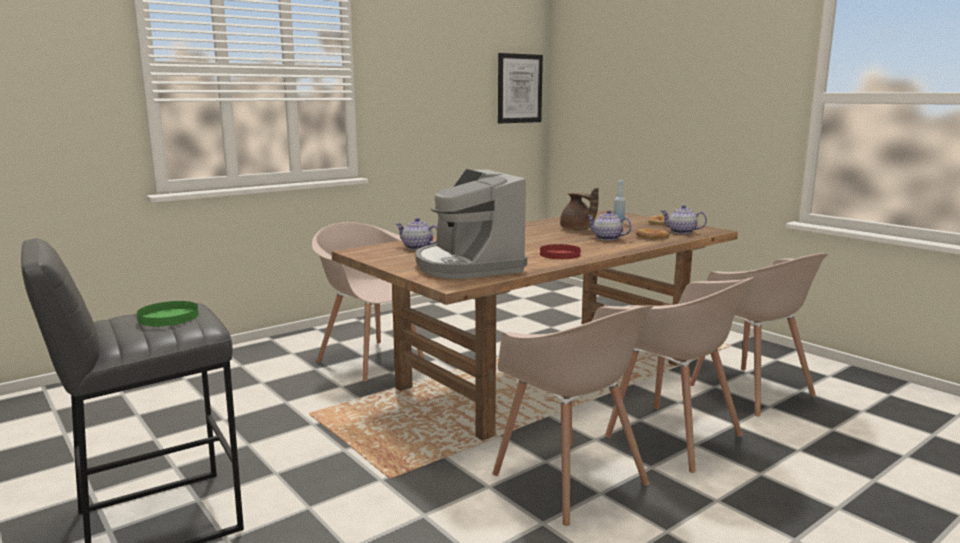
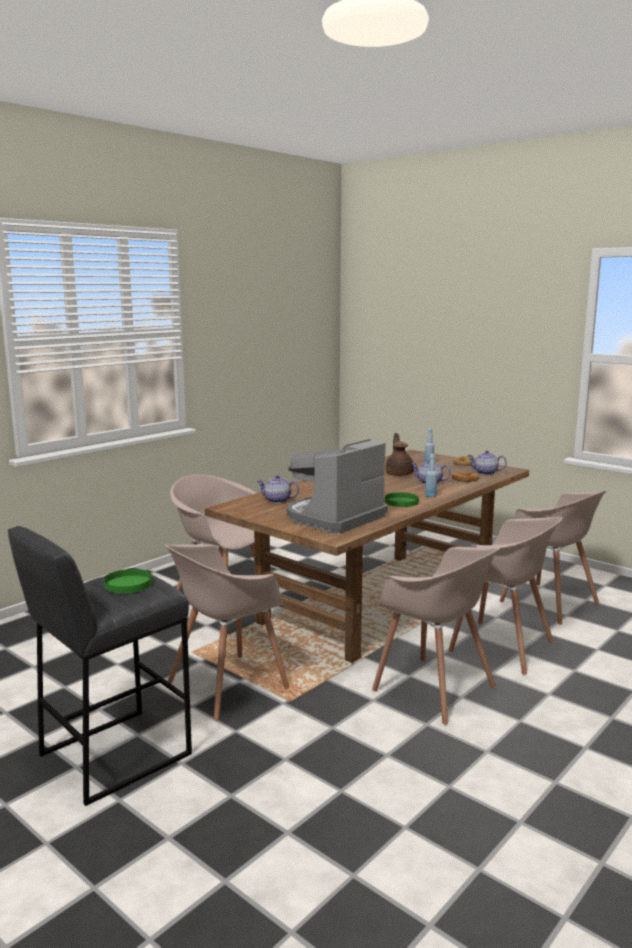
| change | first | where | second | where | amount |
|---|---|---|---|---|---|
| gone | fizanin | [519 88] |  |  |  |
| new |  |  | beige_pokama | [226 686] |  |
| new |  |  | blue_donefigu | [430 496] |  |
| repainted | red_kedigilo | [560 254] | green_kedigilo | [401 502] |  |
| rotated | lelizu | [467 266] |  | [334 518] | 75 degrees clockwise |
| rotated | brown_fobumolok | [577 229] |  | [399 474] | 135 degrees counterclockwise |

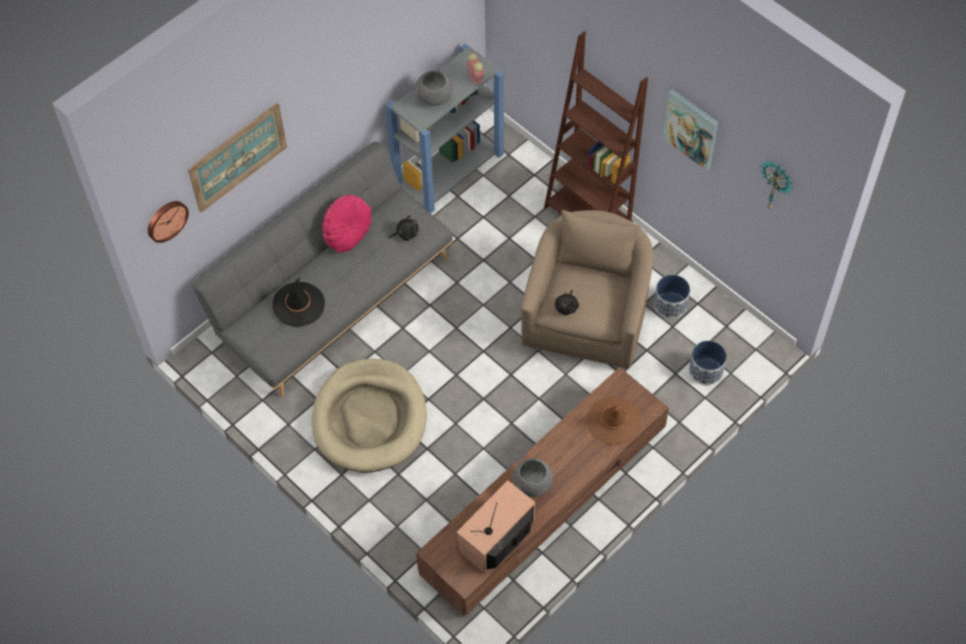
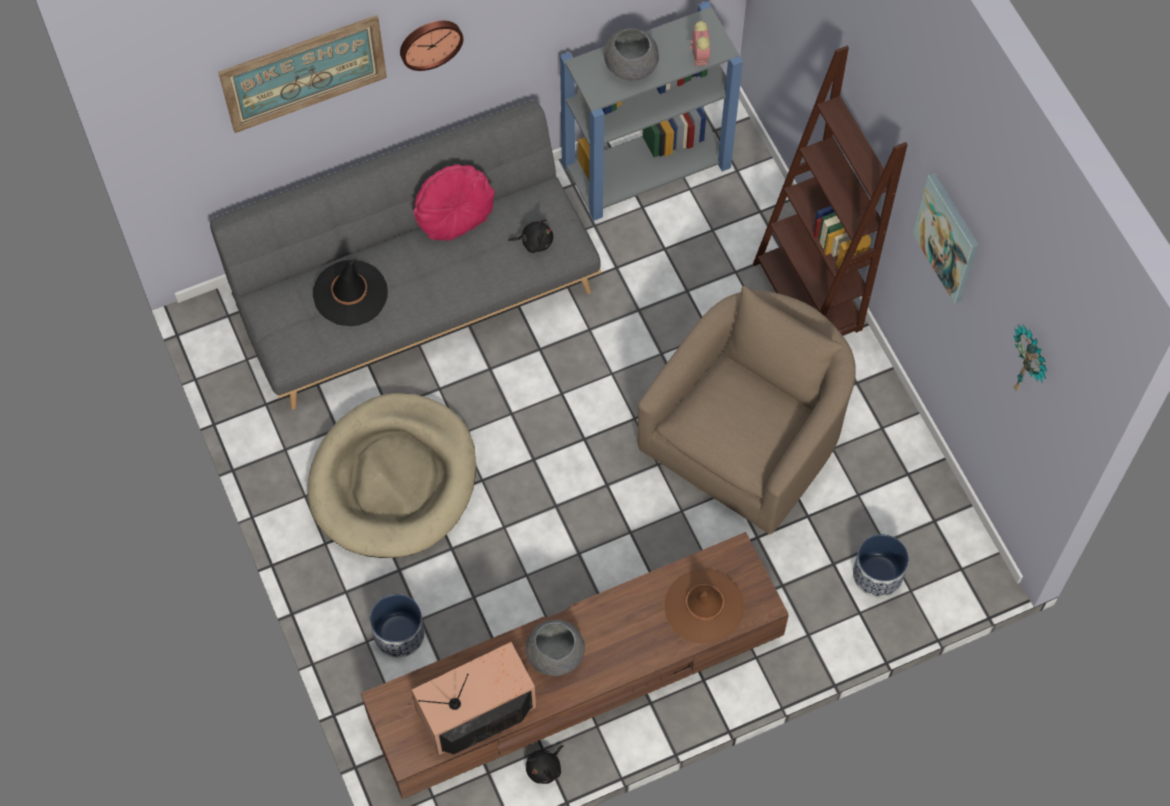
| change | first | where | second | where | amount |
|---|---|---|---|---|---|
| shifted | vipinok | [166 220] |  | [430 42] |  |
| shifted | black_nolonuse | [567 307] |  | [545 768] |  |
| shifted | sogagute | [670 304] |  | [399 634] |  |

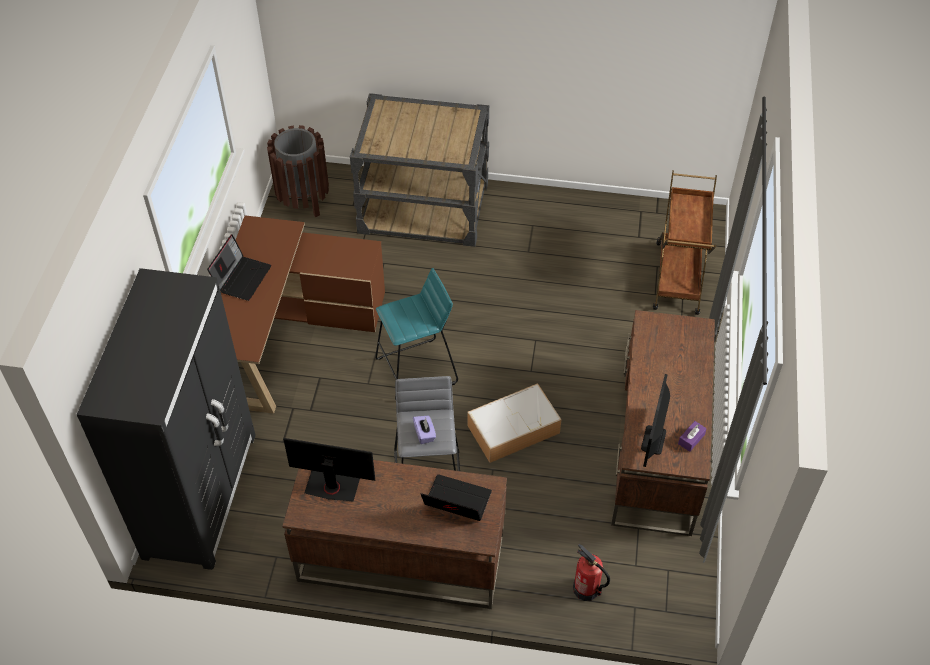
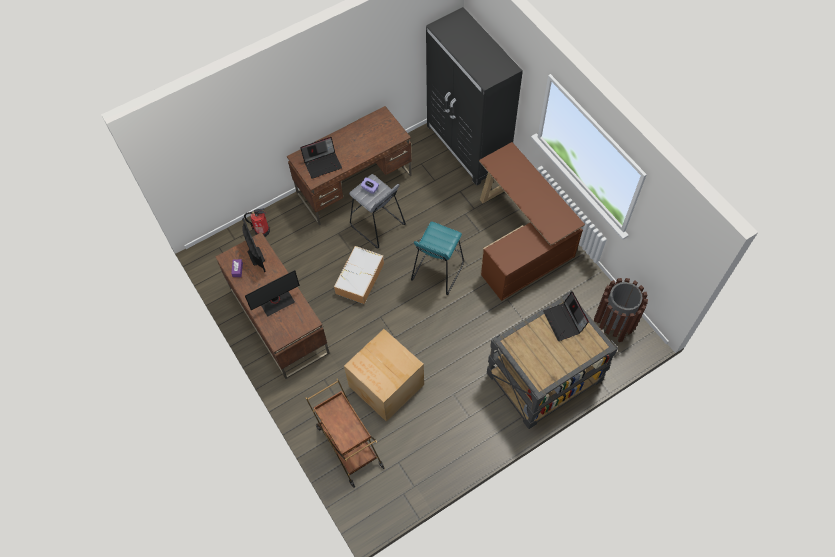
| change | first | where | second | where | amount |
|---|---|---|---|---|---|
| new |  |  | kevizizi | [386 386] |  |
| shifted | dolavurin | [242 277] |  | [564 322] |  |
| shifted | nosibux | [333 484] |  | [276 301] |  |

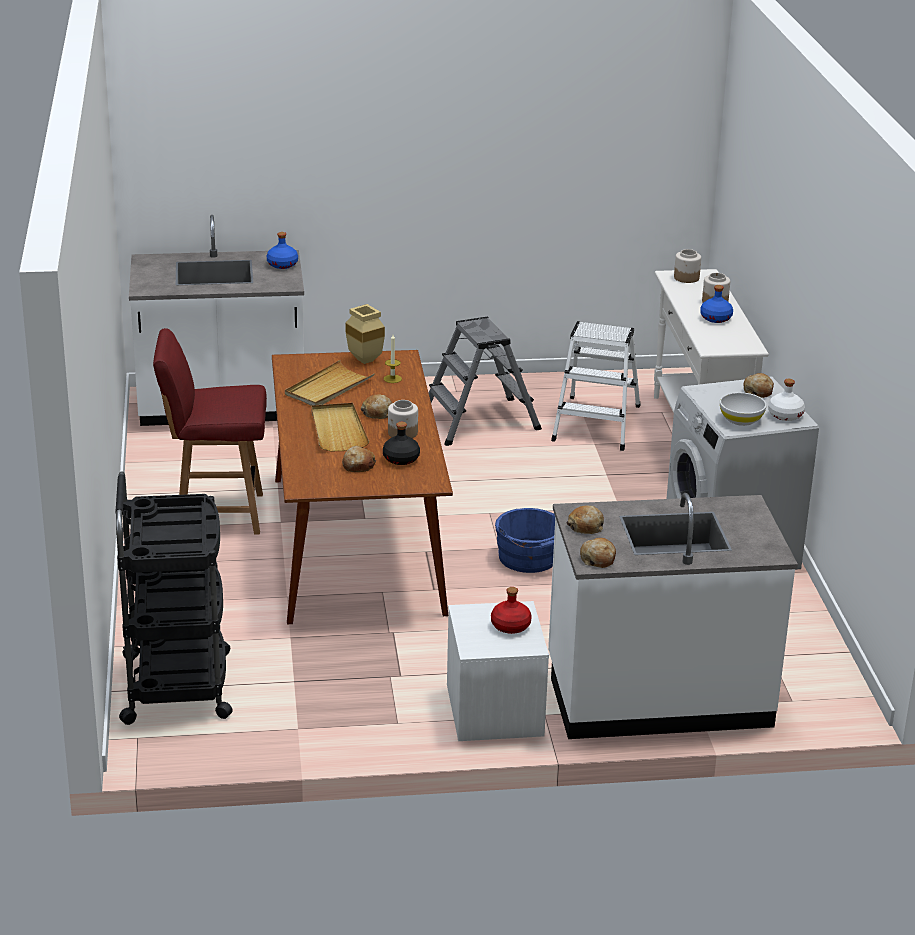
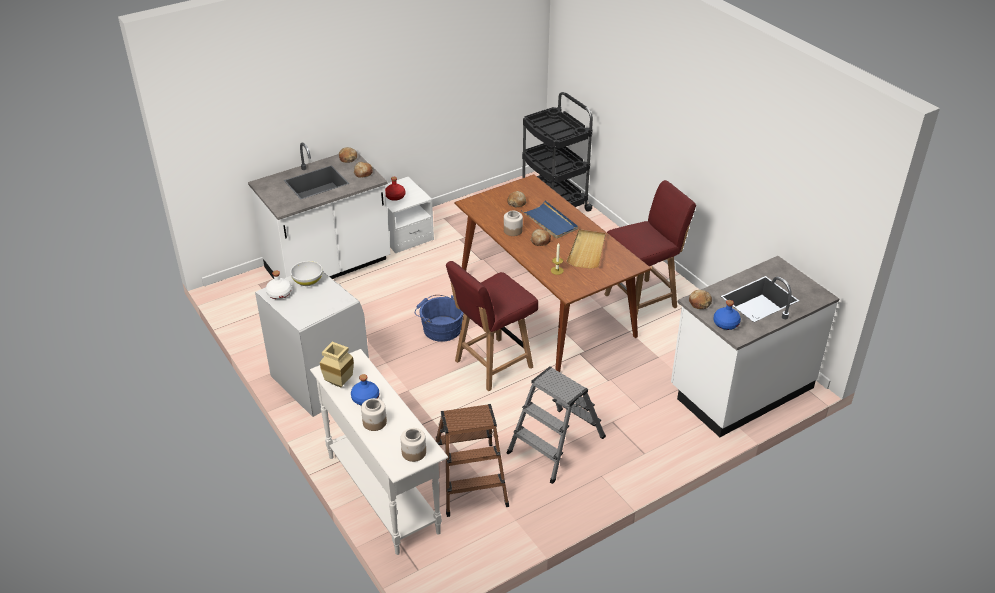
| change | first | where | second | where | amount |
|---|---|---|---|---|---|
| gone | black_donefigu | [400 459] |  |  |  |
| new |  |  | red_pokama | [492 365] |  |
| shifted | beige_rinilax | [367 361] |  | [337 383] |  |
| shifted | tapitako | [758 391] |  | [699 303] |  |
| repainted | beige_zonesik | [338 430] | blue_zonesik | [550 222] |  |
| repainted | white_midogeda | [596 422] | brown_midogeda | [469 478] |  |

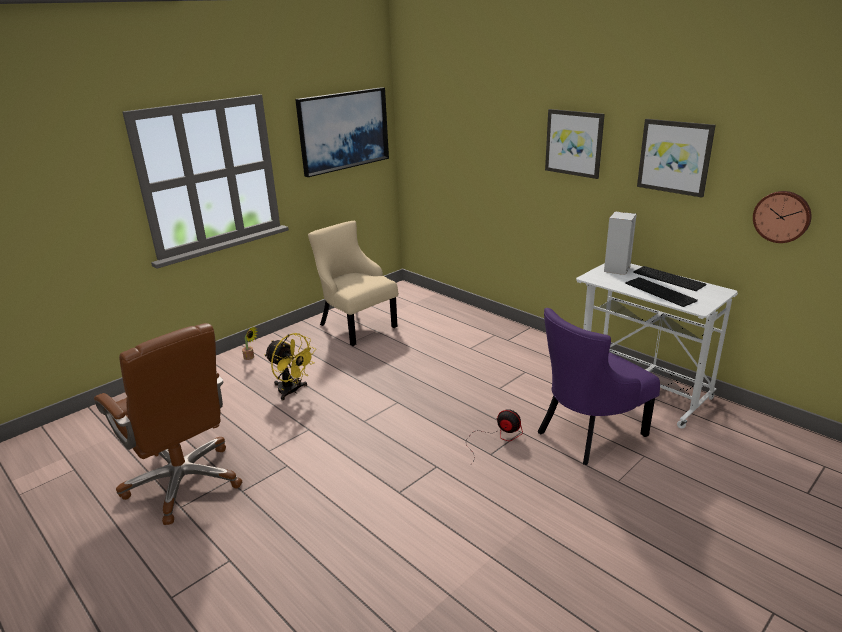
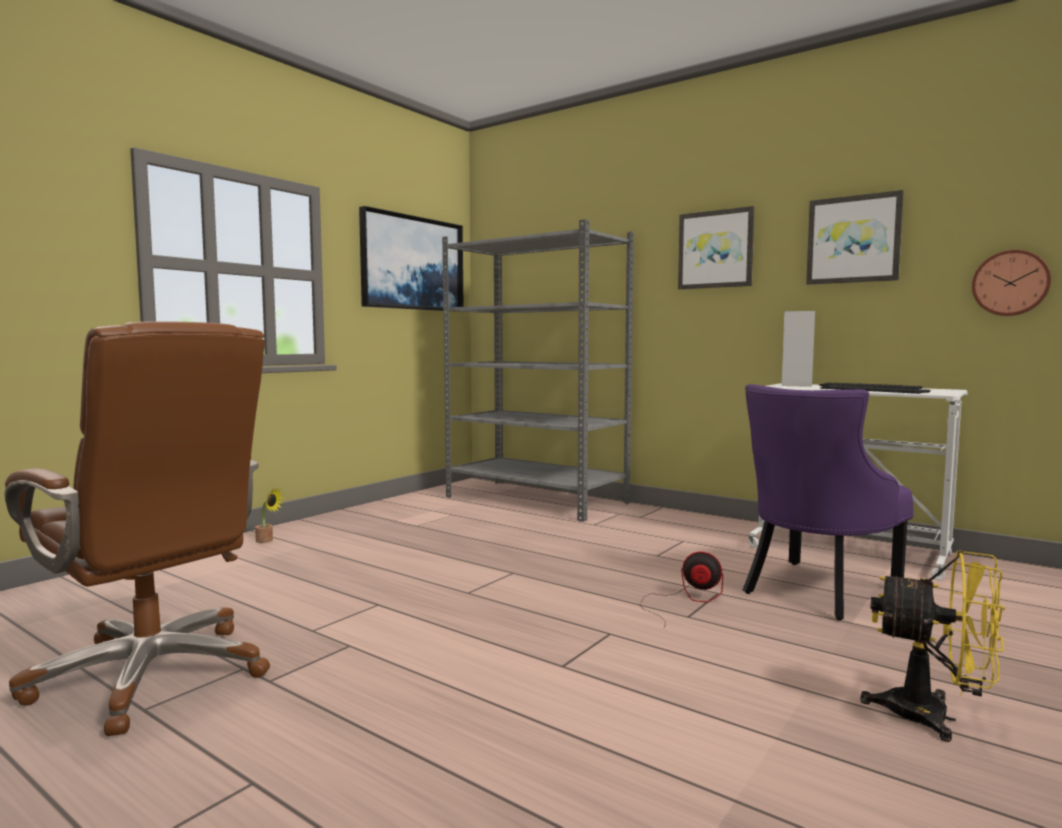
| change | first | where | second | where | amount |
|---|---|---|---|---|---|
| gone | beige_pokama | [357 327] |  |  |  |
| new |  |  | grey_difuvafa | [536 500] |  |
| shifted | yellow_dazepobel | [292 391] |  | [935 717] |  |

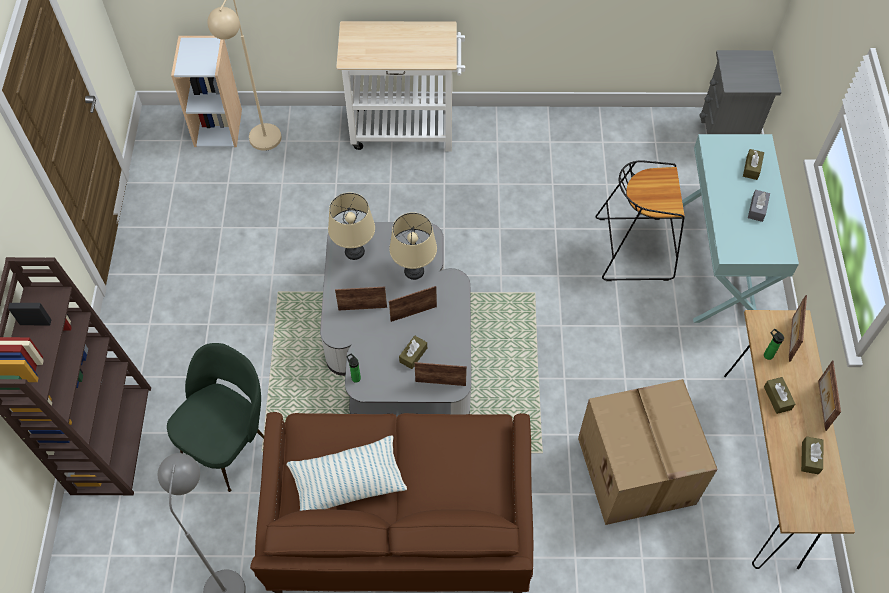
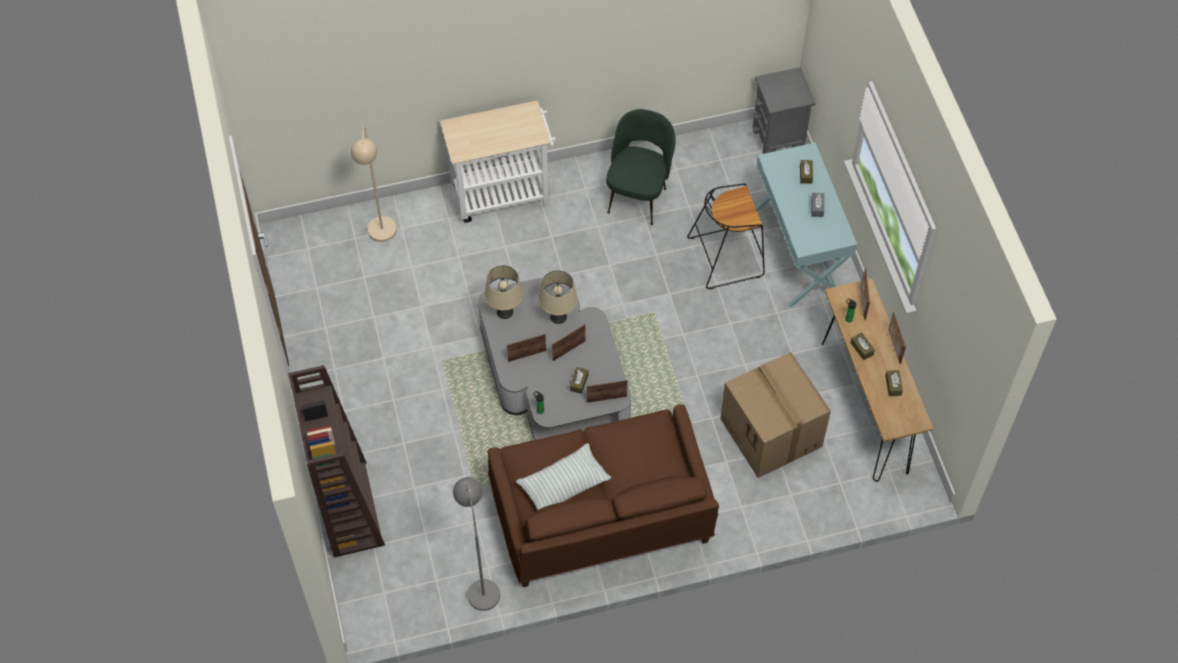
| change | first | where | second | where | amount |
|---|---|---|---|---|---|
| gone | difuvafa | [218 127] |  |  |  |
| shifted | green_pokama | [231 445] |  | [639 196] |  |

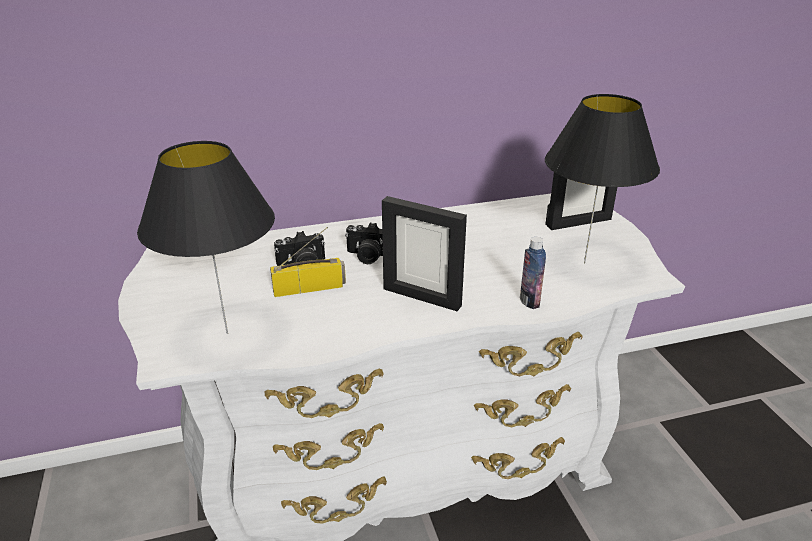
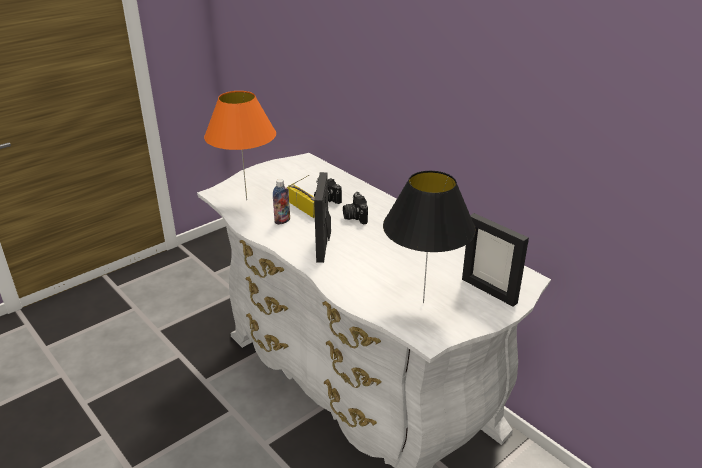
| change | first | where | second | where | amount |
|---|---|---|---|---|---|
| shifted | donefigu | [529 301] |  | [282 221] |  |
| repainted | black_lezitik | [227 333] | orange_lezitik | [247 200] |  |

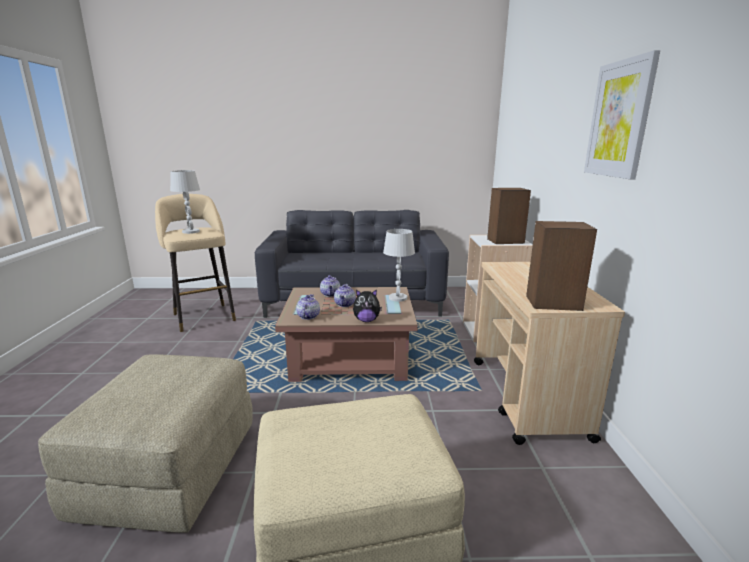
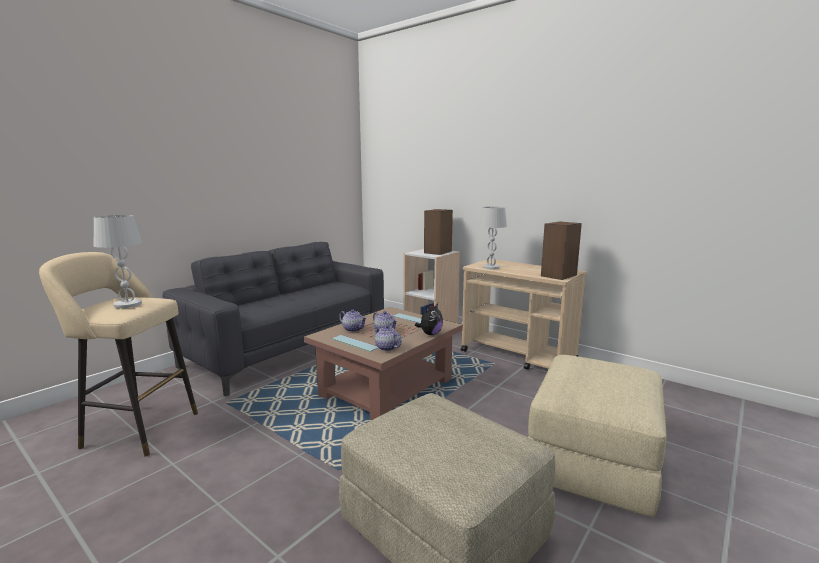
| change | first | where | second | where | amount |
|---|---|---|---|---|---|
| gone | fizanin | [619 119] |  |  |  |
| shifted | white_lezitik | [397 298] |  | [490 267] |  |

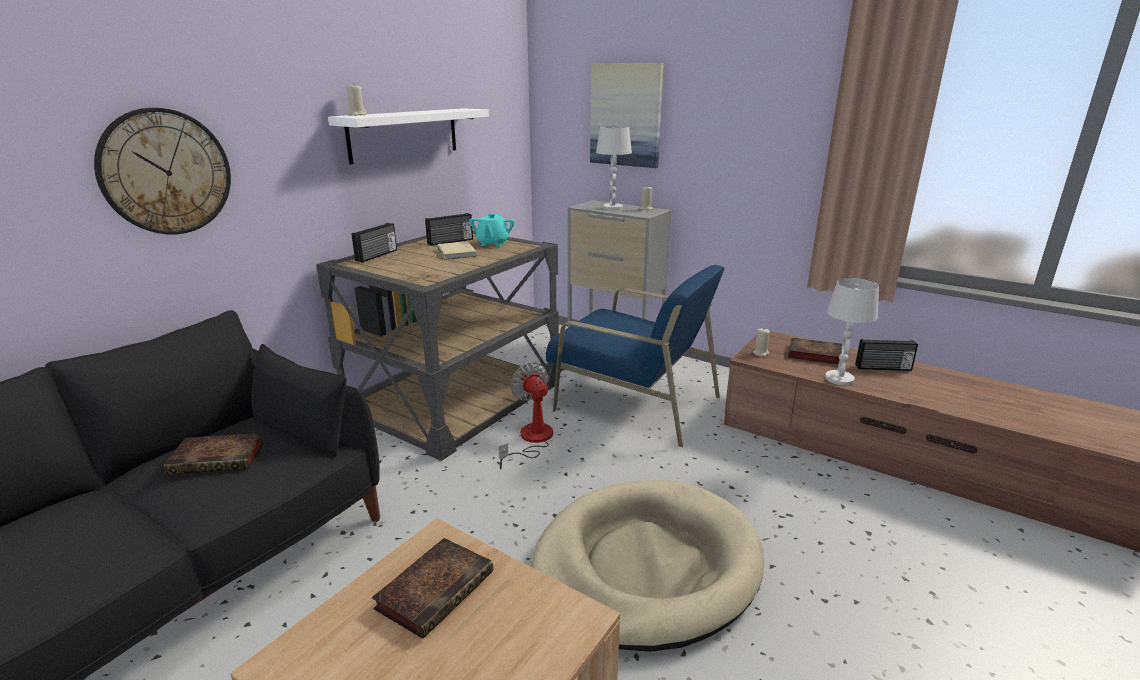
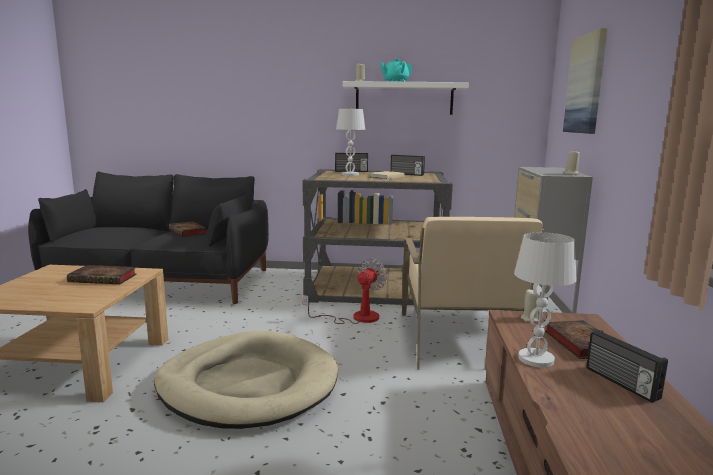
| change | first | where | second | where | amount |
|---|---|---|---|---|---|
| gone | vipinok | [166 172] |  |  |  |
| shifted | turquoise_fobumolok | [492 243] |  | [395 82] |  |
| shifted | white_lezitik | [612 208] |  | [350 174] |  |
| repainted | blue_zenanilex | [630 401] | beige_zenanilex | [459 336] |  |

